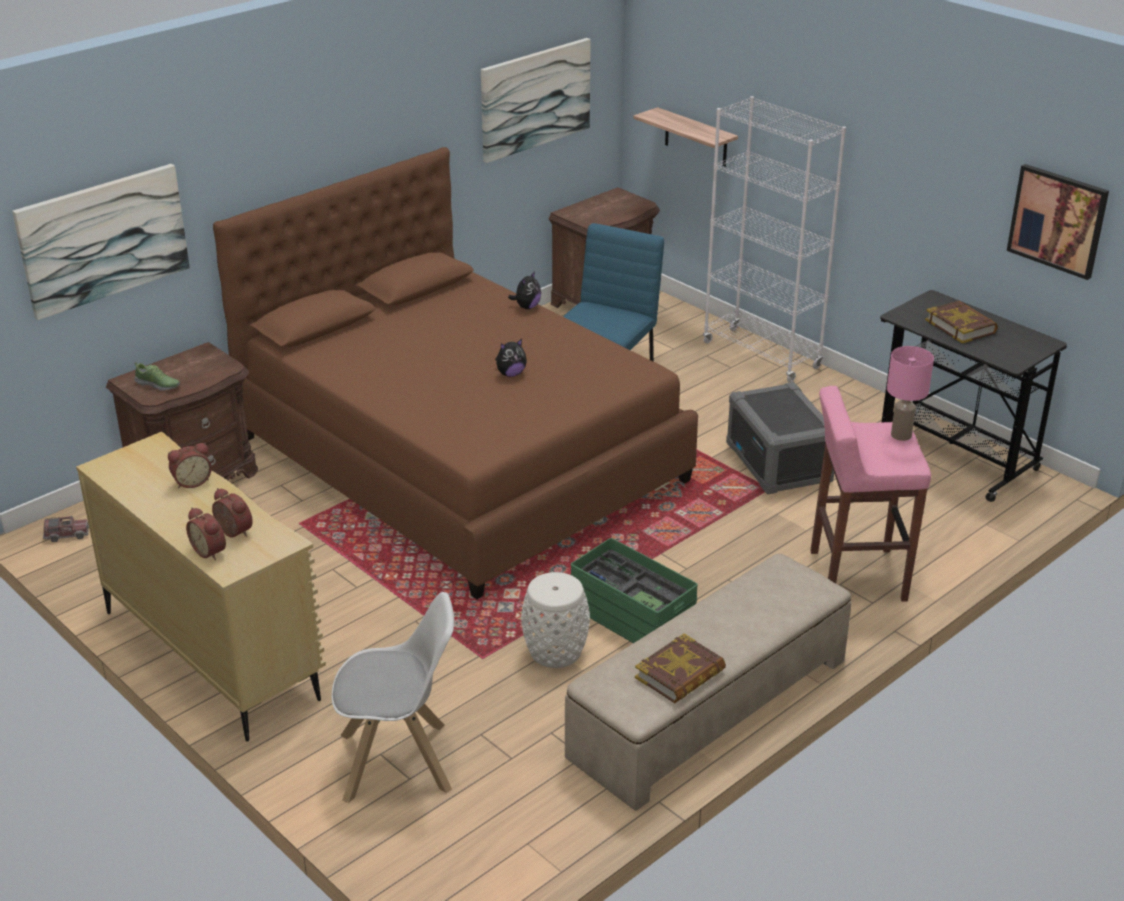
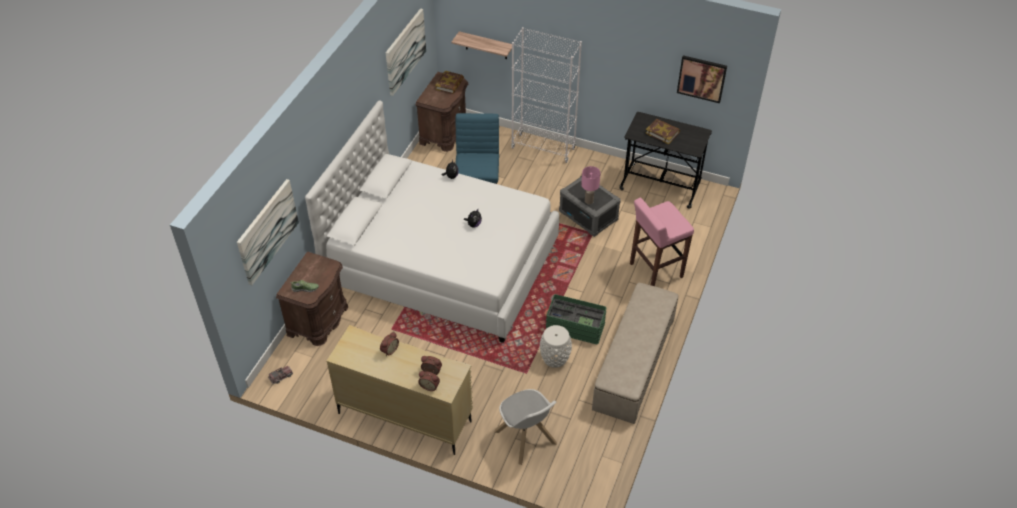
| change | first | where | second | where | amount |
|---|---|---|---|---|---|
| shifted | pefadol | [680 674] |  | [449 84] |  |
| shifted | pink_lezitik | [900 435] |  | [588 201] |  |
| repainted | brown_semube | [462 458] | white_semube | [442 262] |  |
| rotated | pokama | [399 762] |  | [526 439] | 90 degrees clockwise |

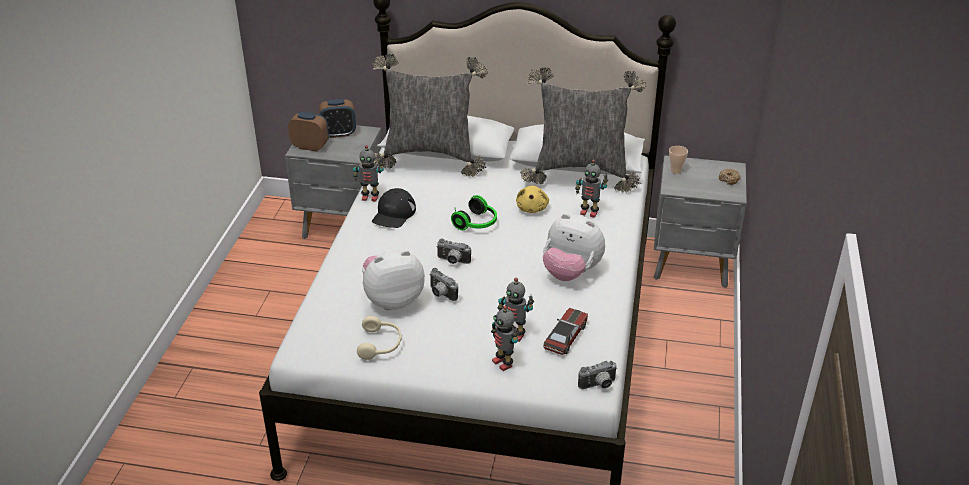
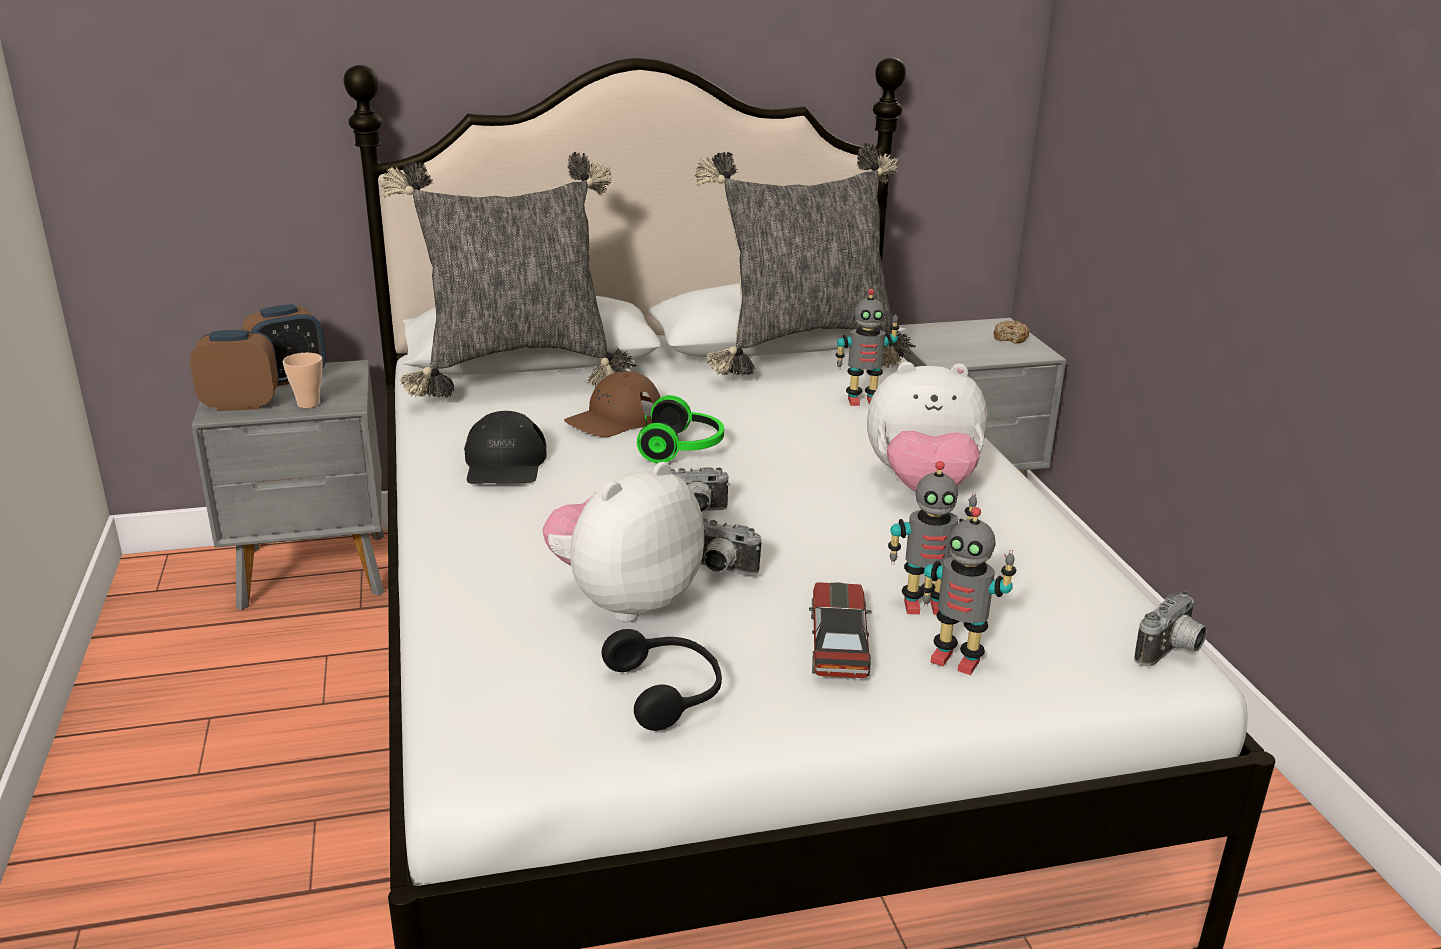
| change | first | where | second | where | amount |
|---|---|---|---|---|---|
| gone | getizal | [370 197] |  |  |  |
| gone | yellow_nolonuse | [532 208] |  |  |  |
| new |  |  | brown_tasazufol | [614 418] |  |
| shifted | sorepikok | [565 336] |  | [838 643] |  |
| shifted | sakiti | [676 171] |  | [308 404] |  |
| repainted | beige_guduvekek | [381 344] | black_guduvekek | [667 691] |  |

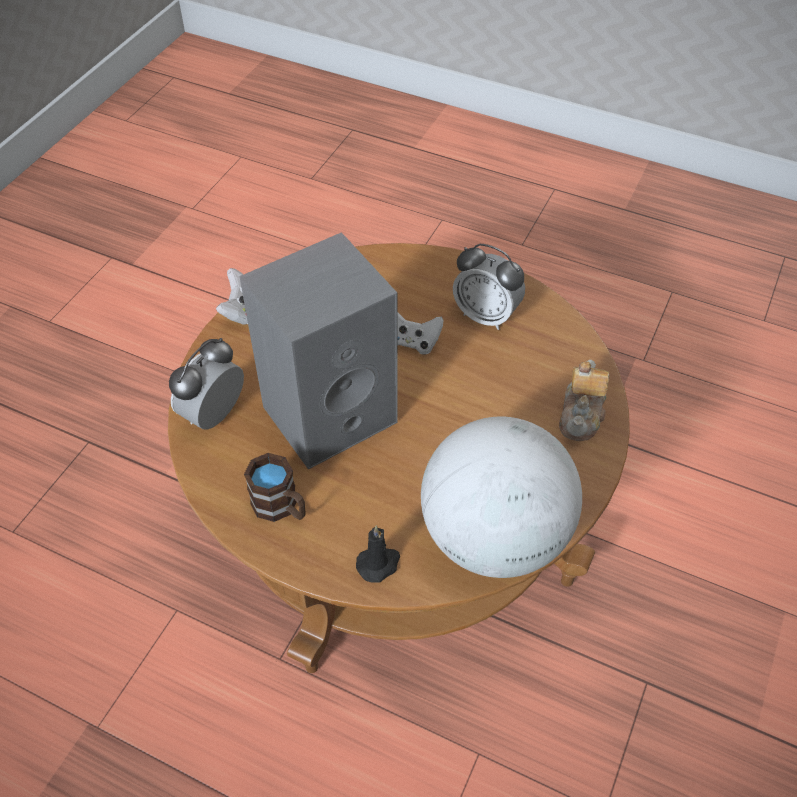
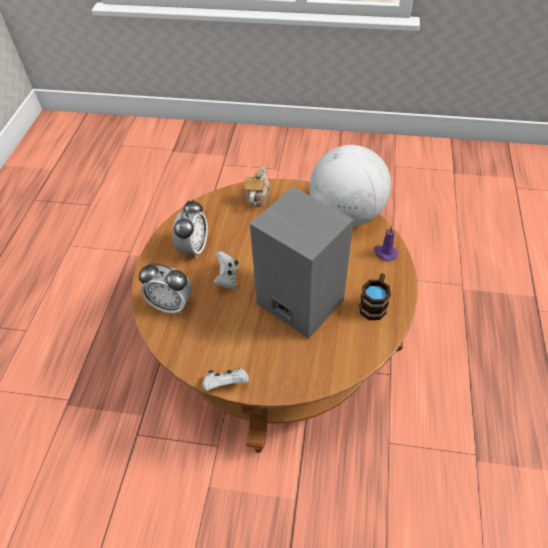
| change | first | where | second | where | amount |
|---|---|---|---|---|---|
| shifted | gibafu | [214 415] |  | [171 304] |  |
| repainted | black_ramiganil | [379 563] | purple_ramiganil | [385 253] |  |
| rotated | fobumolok | [581 415] |  | [257 196] | 75 degrees counterclockwise |

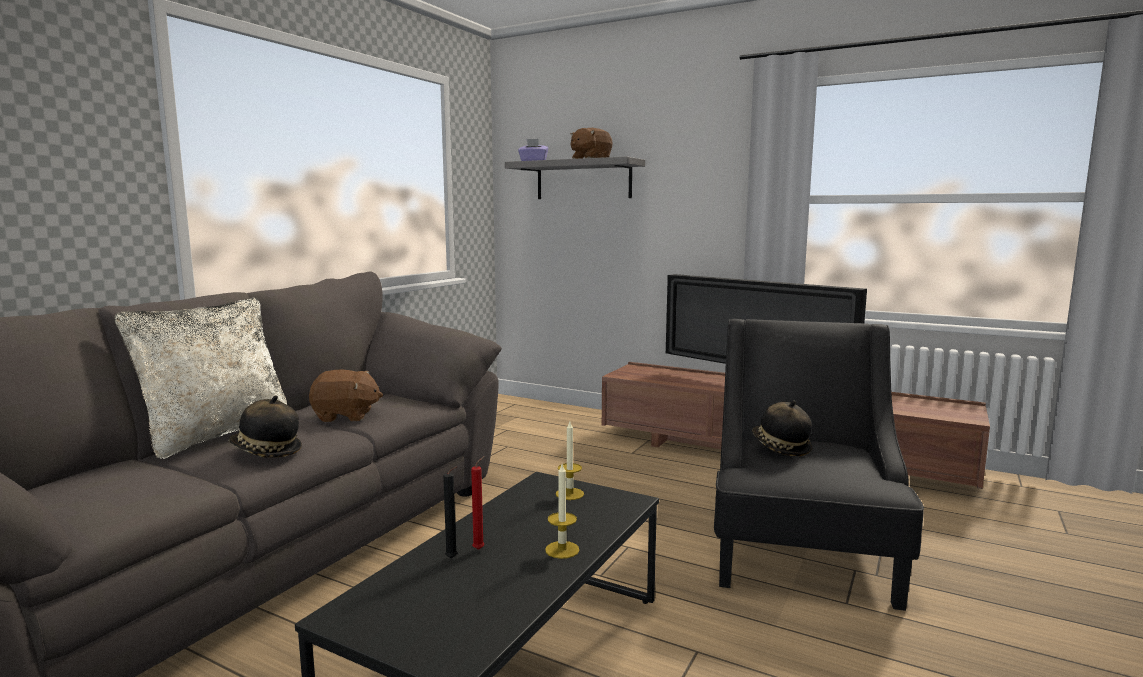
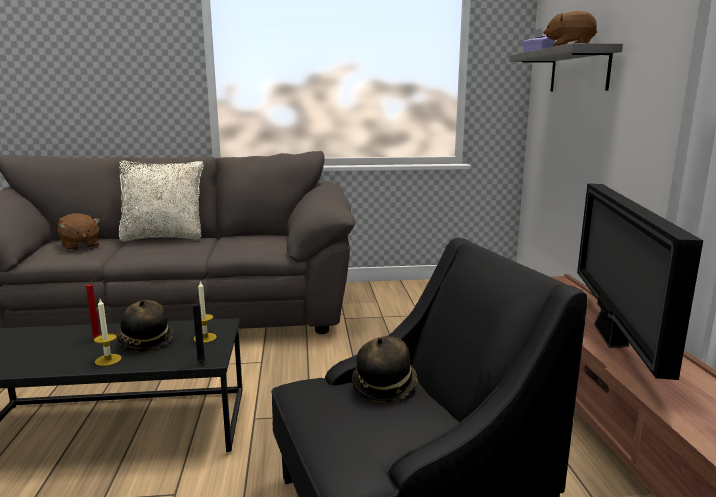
| change | first | where | second | where | amount |
|---|---|---|---|---|---|
| shifted | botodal | [266 452] |  | [145 341] |  |
| shifted | brown_nolonuse | [346 416] |  | [80 246] |  |
| shifted | black_ramiganil | [453 558] |  | [201 364] |  |

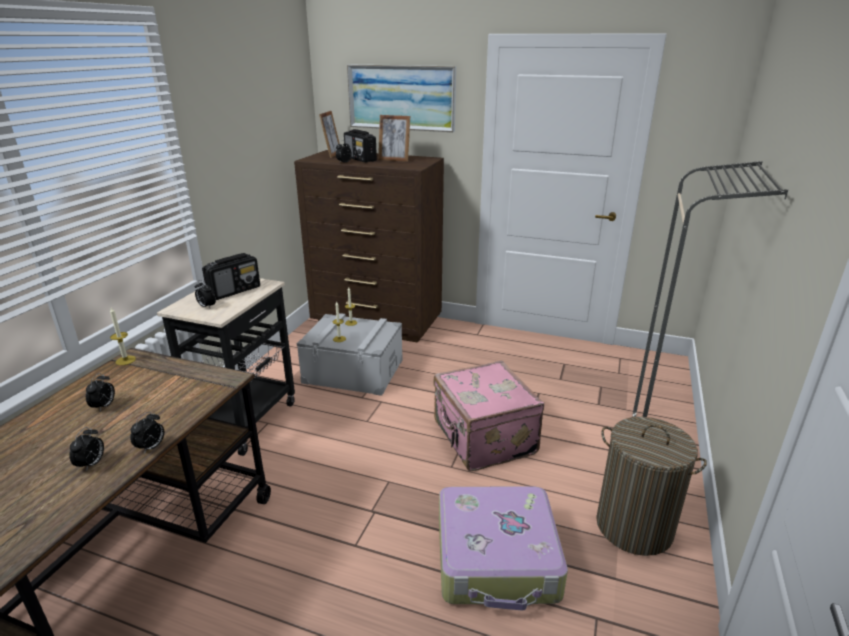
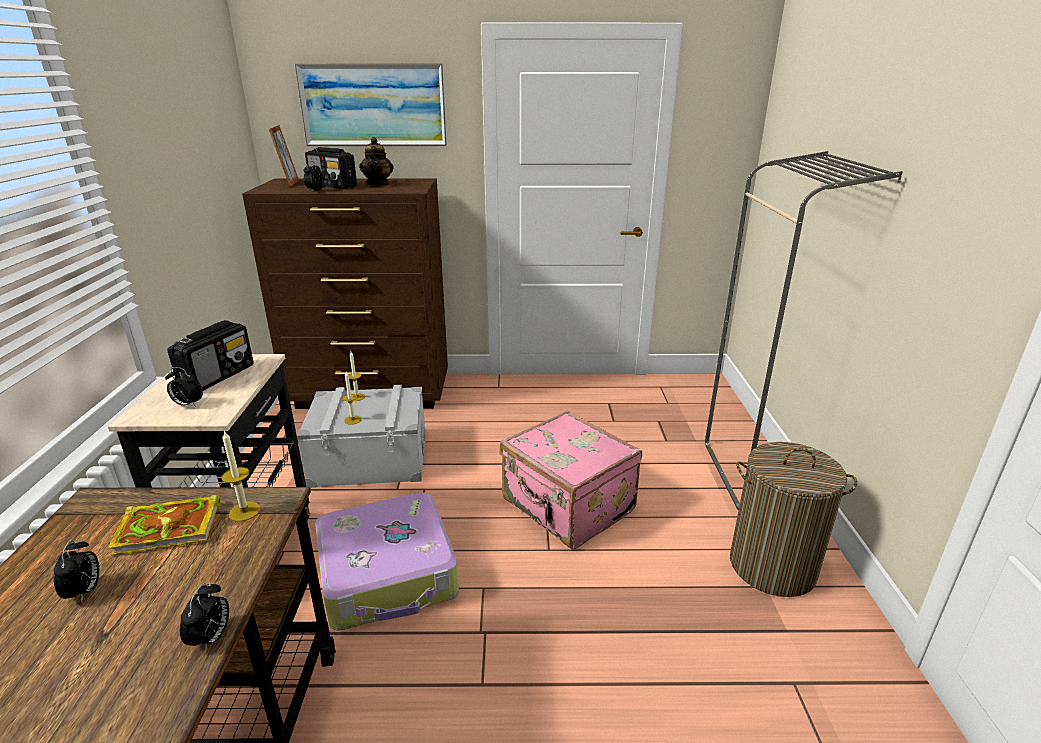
| change | first | where | second | where | amount |
|---|---|---|---|---|---|
| gone | gibafu | [92 464] |  |  |  |
| new |  |  | pefadol | [171 527] |  |
| shifted | ramiganil | [125 360] |  | [244 511] |  |
| shifted | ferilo | [497 558] |  | [389 574] |  |
| swapped | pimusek | [394 160] | fobumolok | [378 184] |  |

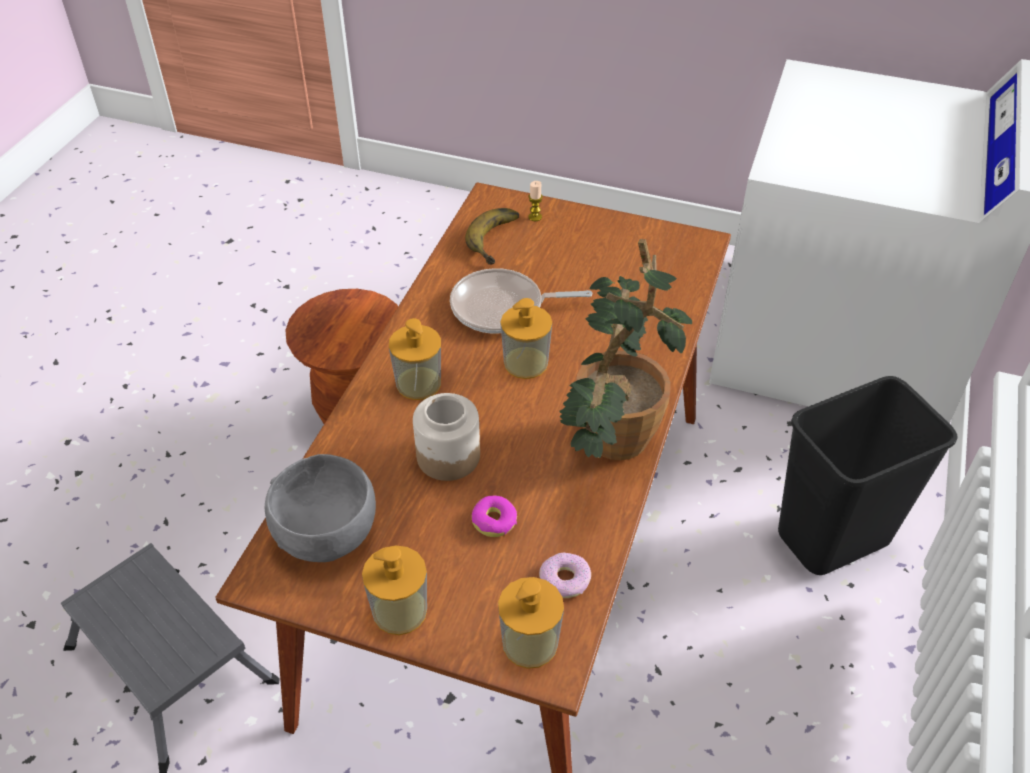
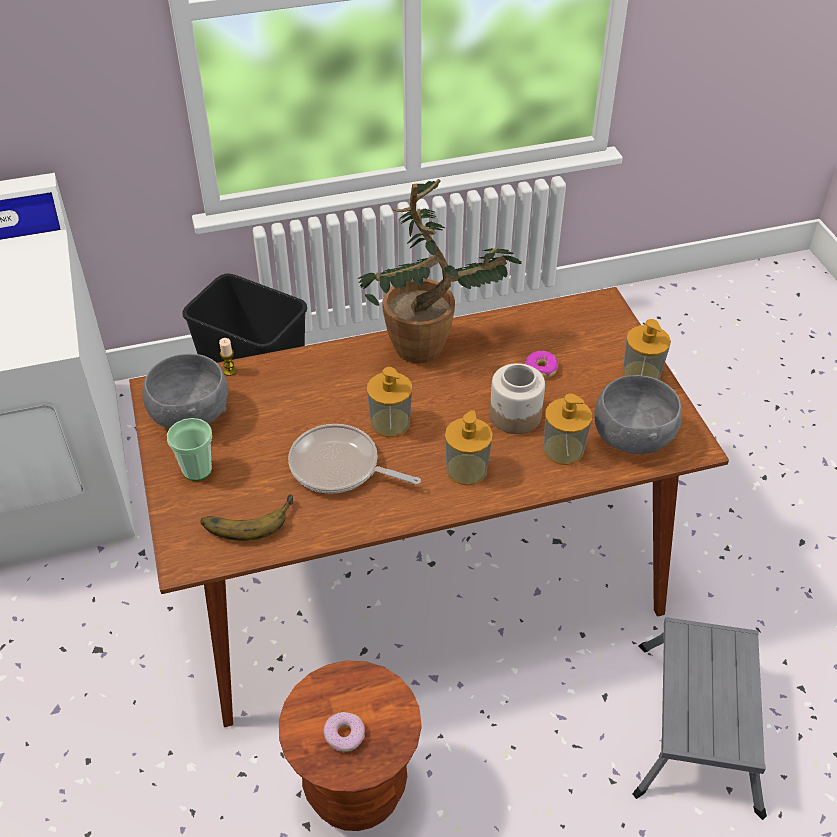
| change | first | where | second | where | amount |
|---|---|---|---|---|---|
| new |  |  | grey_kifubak | [189 415] |  |
| new |  |  | sakiti | [197 470] |  |
| shifted | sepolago | [530 643] |  | [563 449] |  |
| shifted | ramiganil | [535 217] |  | [229 371] |  |
| shifted | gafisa | [565 580] |  | [344 735] |  |
| rotated | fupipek | [503 308] |  | [339 467] | 150 degrees clockwise |

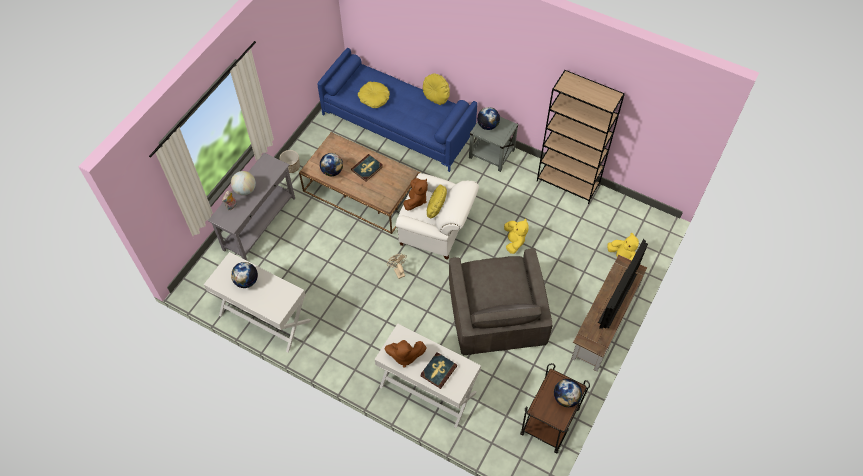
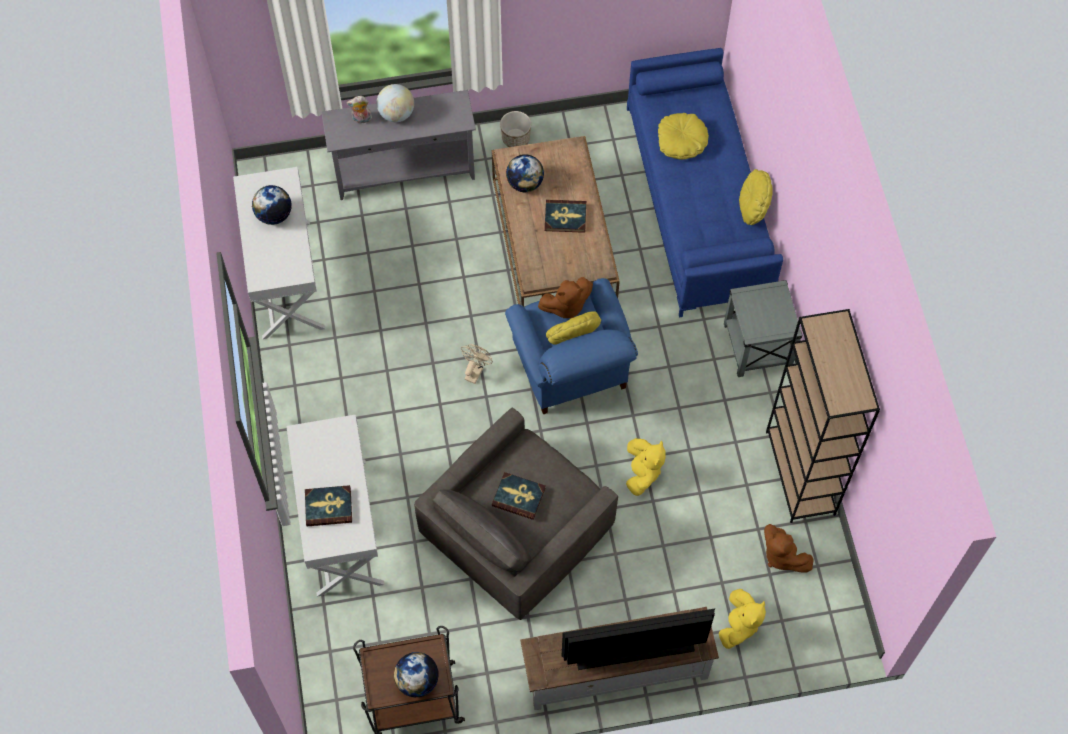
| change | first | where | second | where | amount |
|---|---|---|---|---|---|
| gone | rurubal | [488 125] |  |  |  |
| new |  |  | pefadol | [518 496] |  |
| shifted | brown_nolonuse | [404 356] |  | [781 555] |  |
| repainted | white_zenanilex | [436 232] | blue_zenanilex | [572 371] |  |
| rotated | yellow_nolonuse | [514 241] |  | [642 473] | 45 degrees counterclockwise |

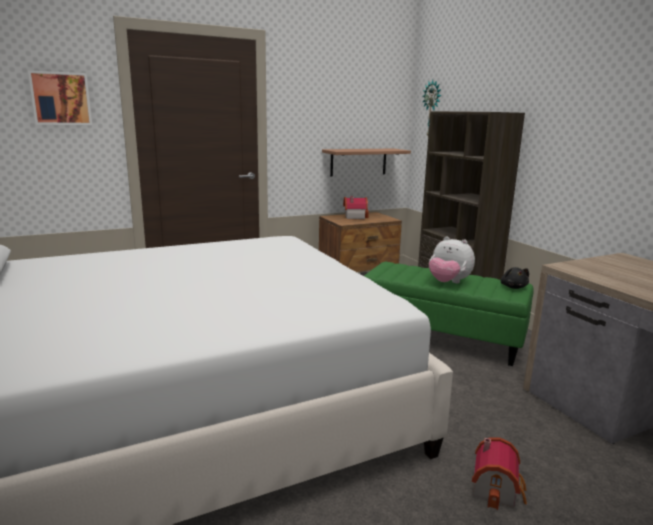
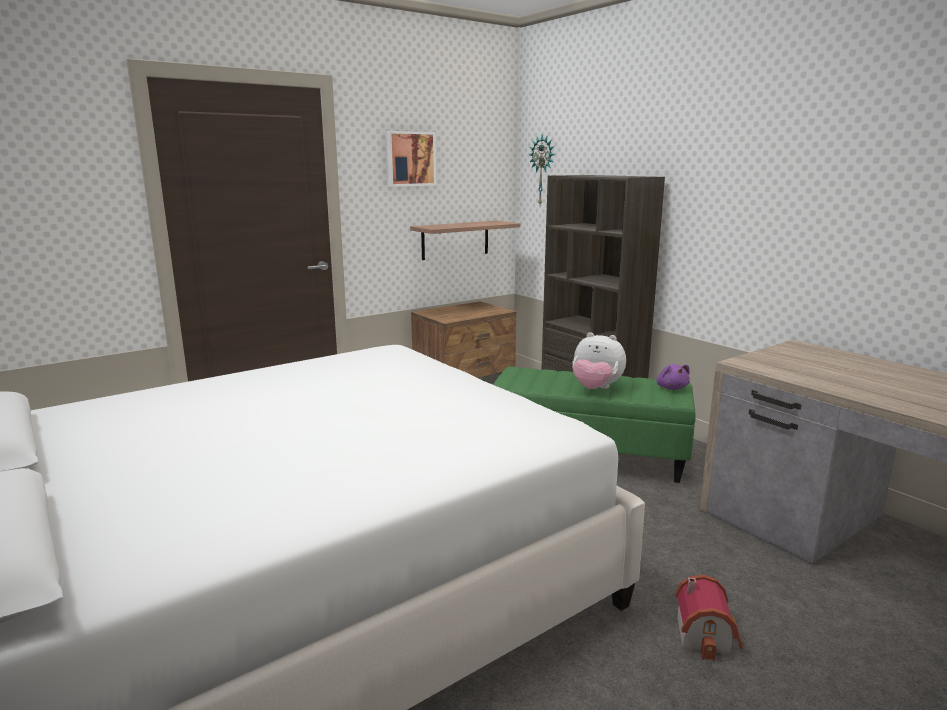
| change | first | where | second | where | amount |
|---|---|---|---|---|---|
| gone | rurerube | [354 217] |  |  |  |
| shifted | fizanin | [61 98] |  | [410 159] |  |
| repainted | black_nolonuse | [513 287] | purple_nolonuse | [671 388] |  |

